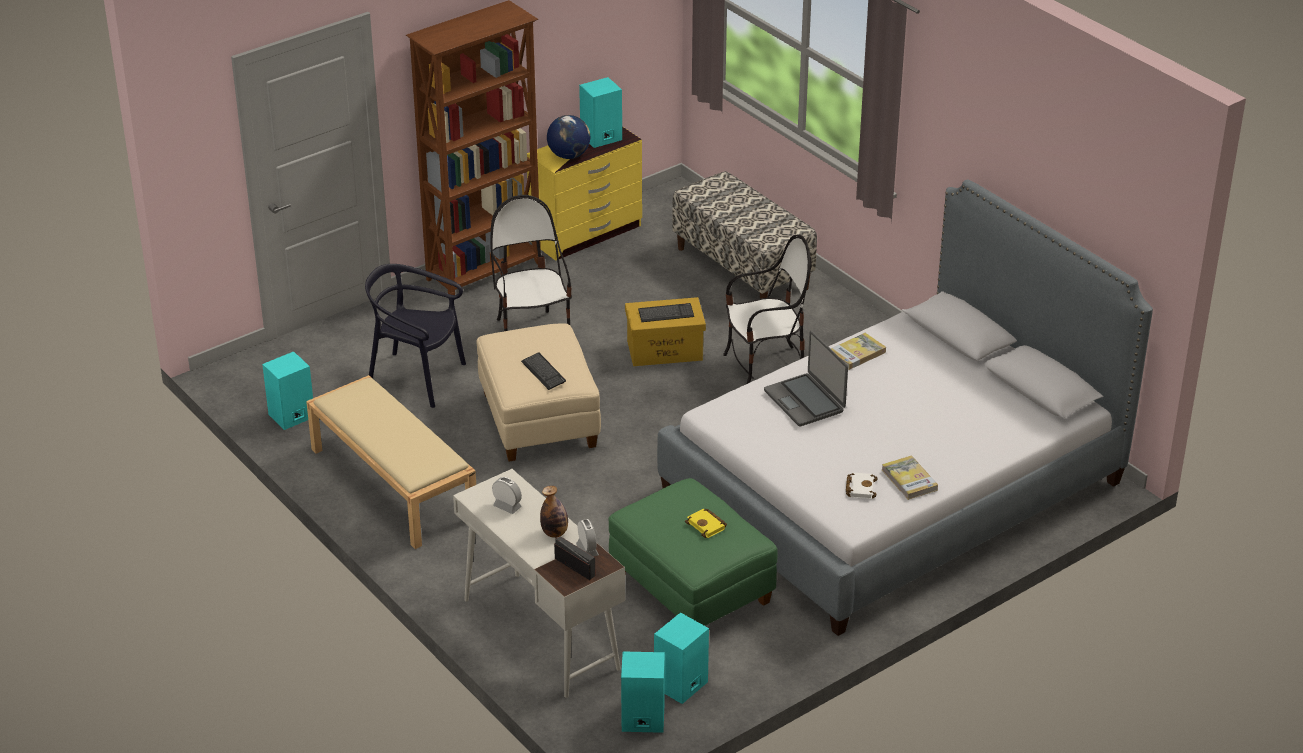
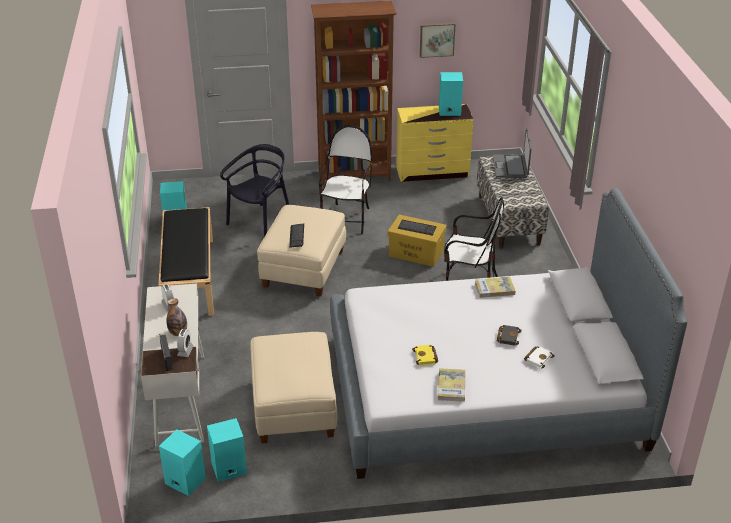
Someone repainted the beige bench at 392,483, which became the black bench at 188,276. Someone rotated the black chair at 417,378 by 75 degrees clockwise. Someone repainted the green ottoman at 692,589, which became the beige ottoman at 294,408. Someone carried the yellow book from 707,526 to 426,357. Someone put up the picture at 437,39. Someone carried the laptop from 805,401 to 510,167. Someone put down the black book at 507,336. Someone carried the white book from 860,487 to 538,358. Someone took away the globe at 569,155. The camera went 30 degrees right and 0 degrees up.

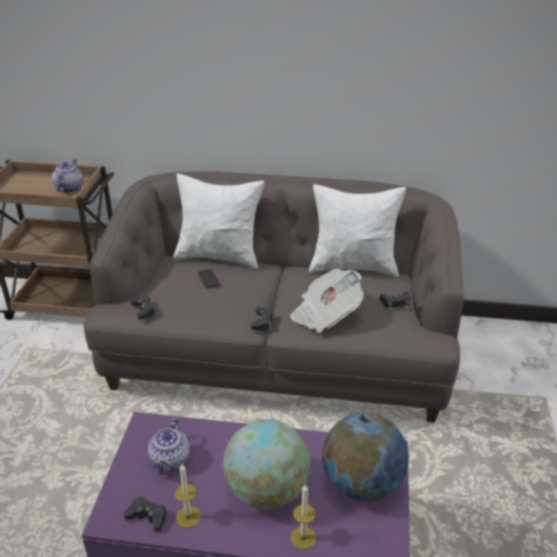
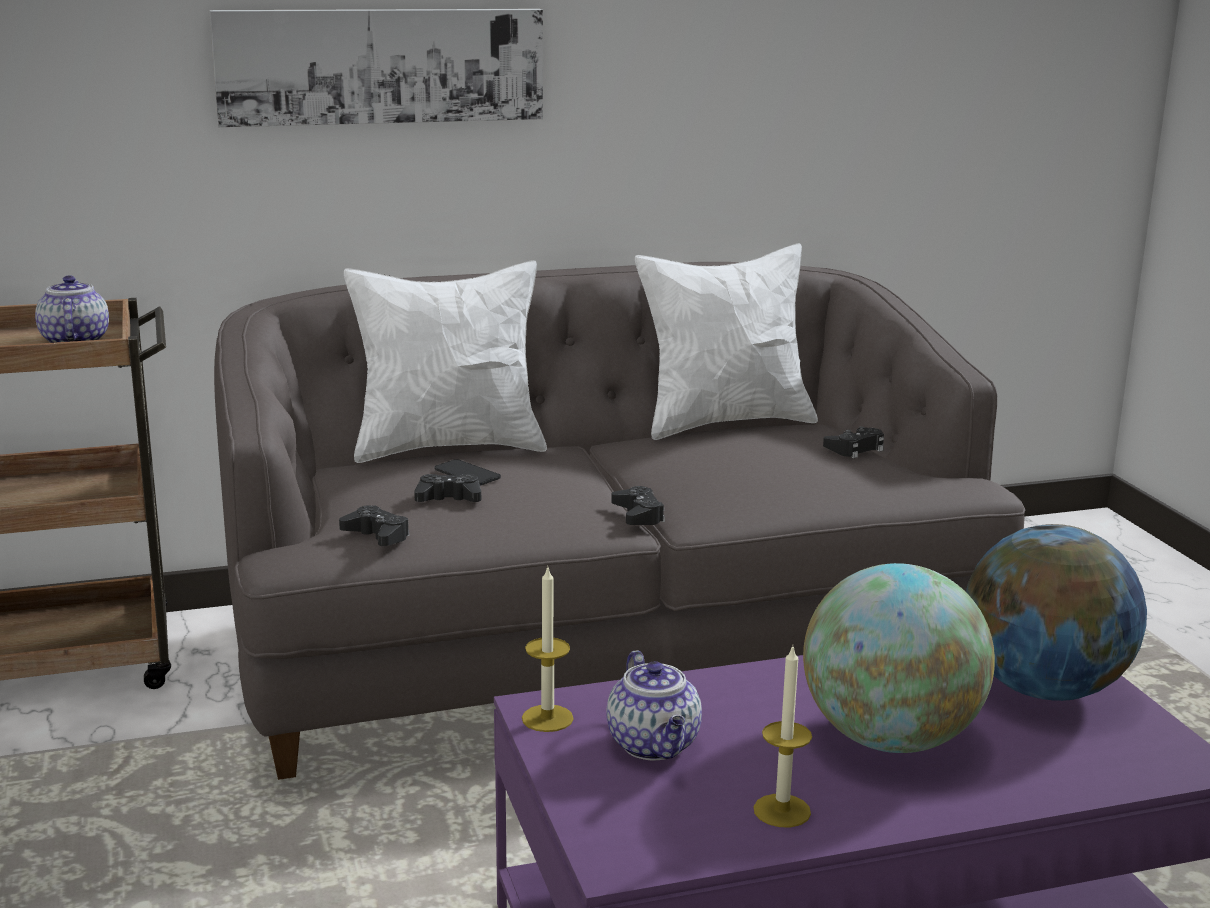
Someone put up the picture at 381,66. Someone carried the black game controller from 147,517 to 449,498. Someone carried the candle from 303,537 to 547,718. Someone took away the newspaper at 325,315. The camera went 25 degrees left and 15 degrees down.

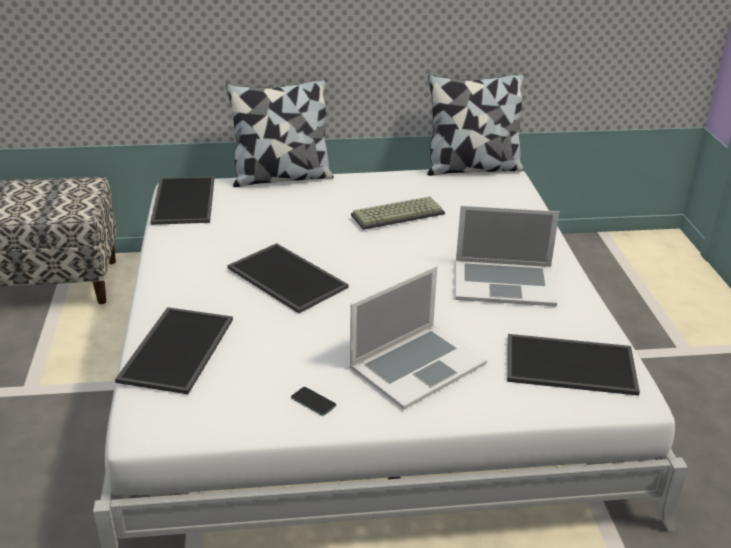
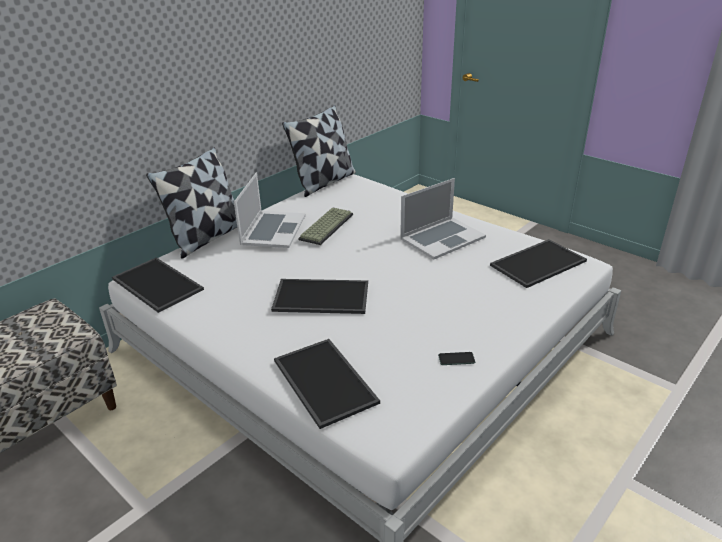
Someone carried the laptop from 417,365 to 273,229. The camera went 40 degrees left and 0 degrees up.

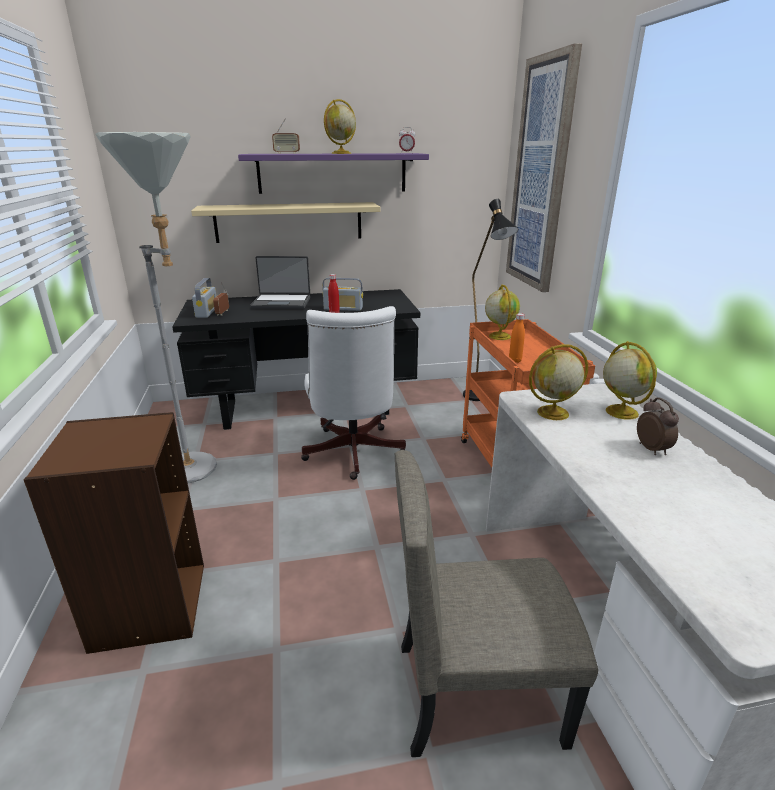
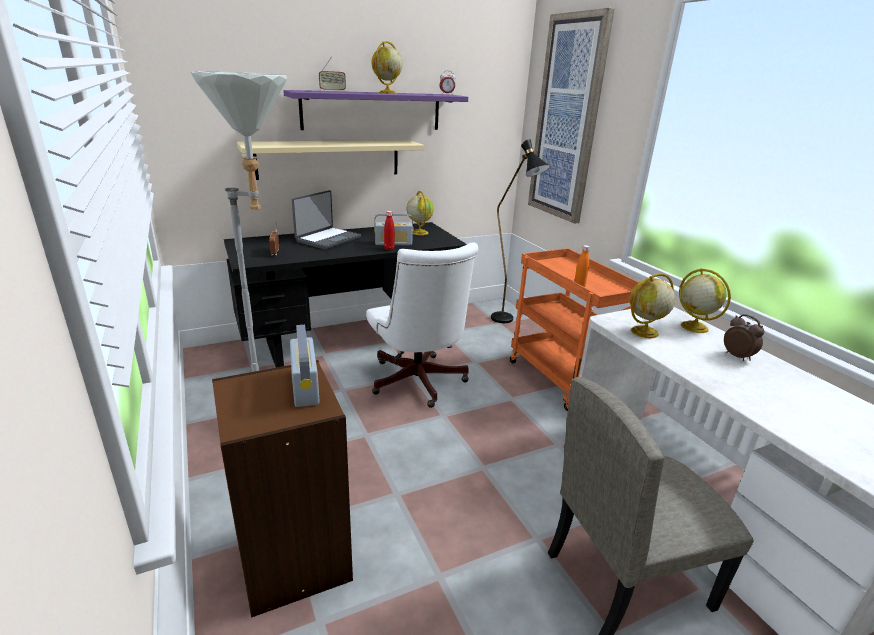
Someone carried the radio from 207,312 to 305,386. Someone rotated the laptop at 281,302 by 45 degrees counterclockwise. Someone carried the globe from 499,336 to 419,232. The camera went 15 degrees left and 0 degrees up.

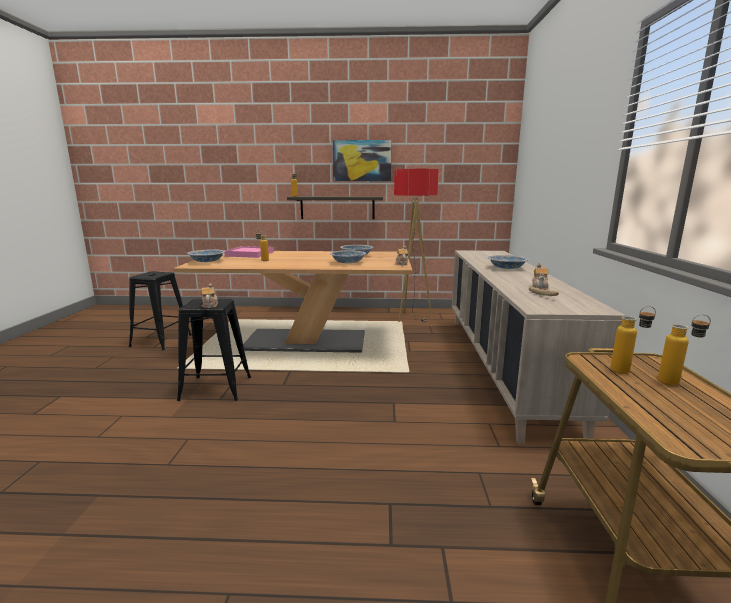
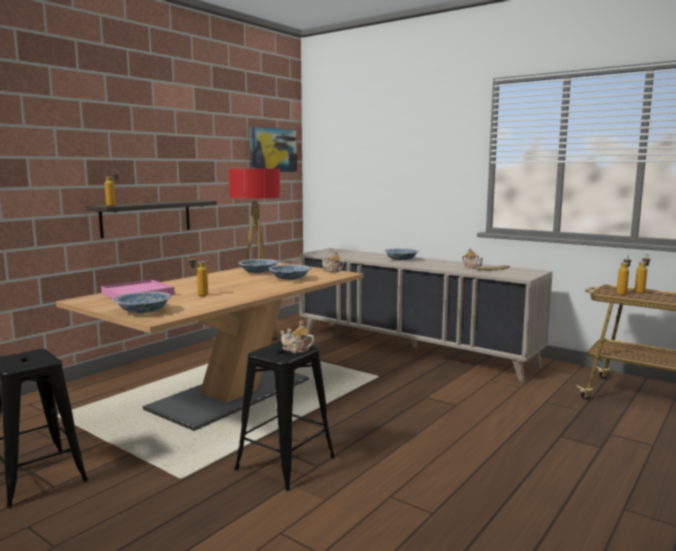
Someone carried the picture from 362,161 to 273,150. The camera went 55 degrees left and 5 degrees down.

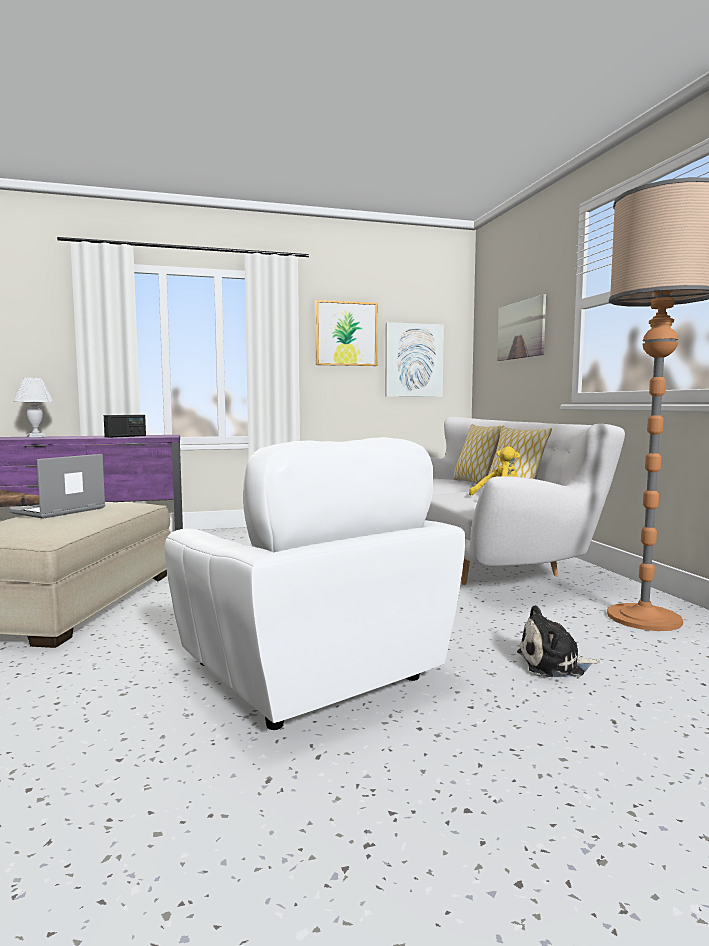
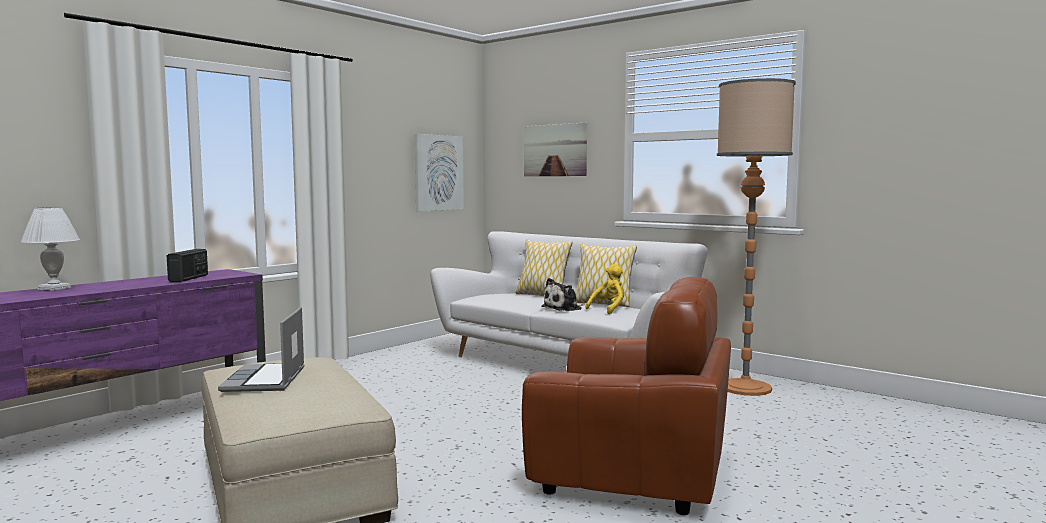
Someone repainted the white armchair at 309,672, which became the brown armchair at 632,476. Someone carried the plush toy from 554,664 to 564,308. Someone took away the picture at 346,334. The camera went 35 degrees left and 0 degrees up.

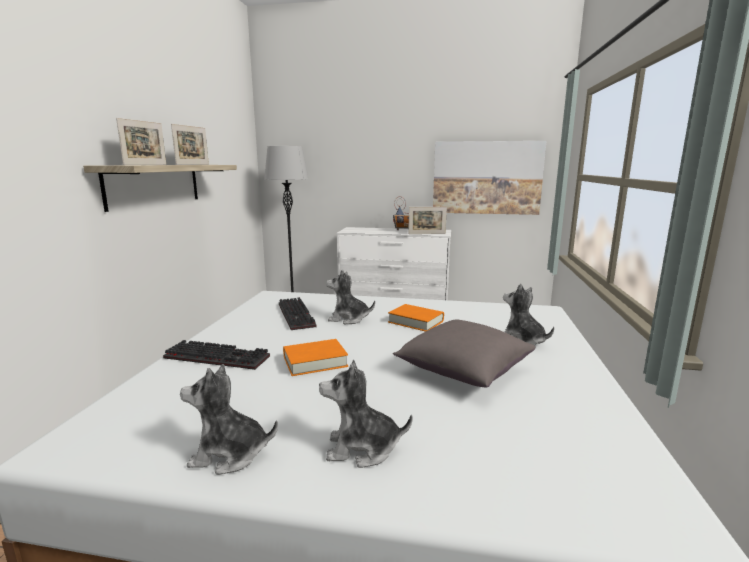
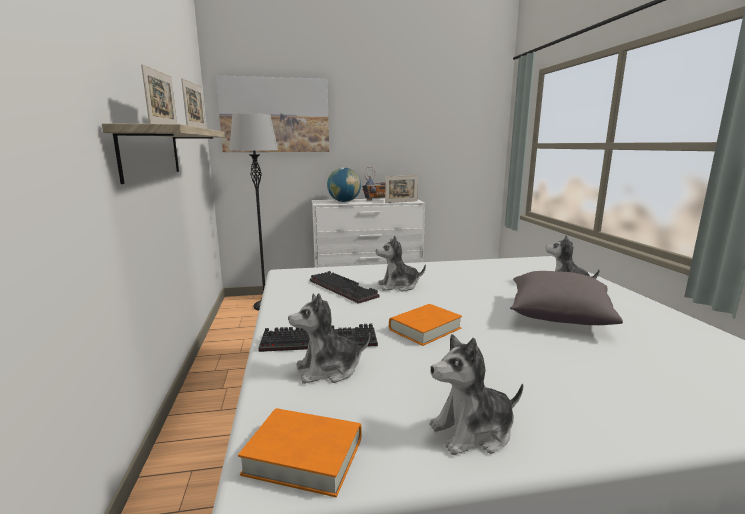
Someone carried the picture from 486,178 to 275,115. Someone carried the orange book from 416,321 to 304,456. Someone carried the plush toy from 362,448 to 329,370. Someone put down the globe at 344,201. The camera went 20 degrees left and 0 degrees up.

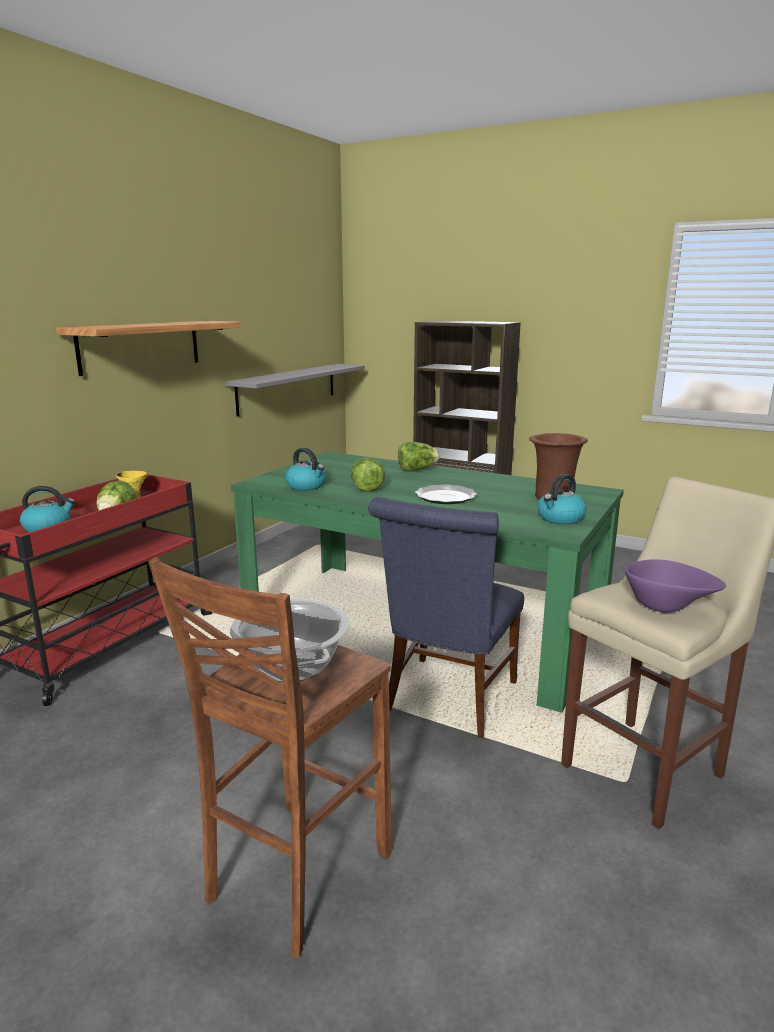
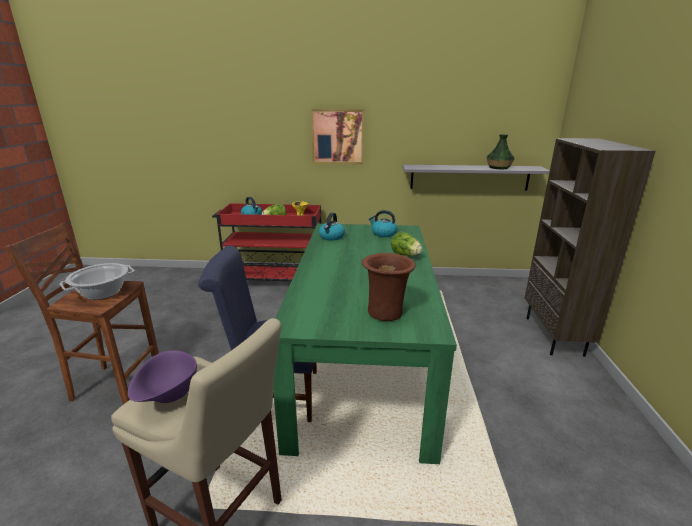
Someone swapped the shelf at 141,346 for the picture at 338,136. Someone carried the kettle from 560,518 to 383,234. Someone put down the vase at 499,168. Someone took away the lettuce at 366,488. Someone took away the plate at 445,497. The camera went 65 degrees right and 5 degrees up.

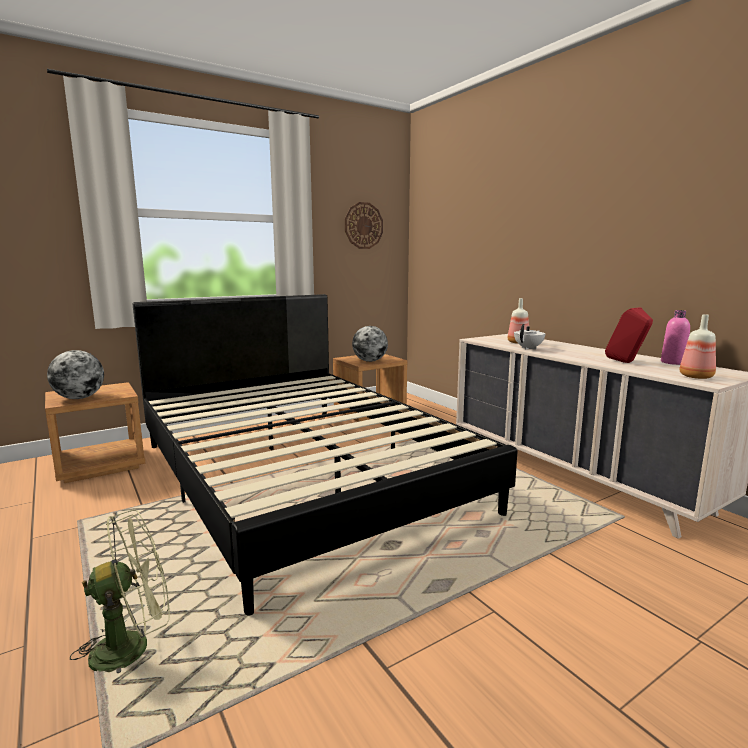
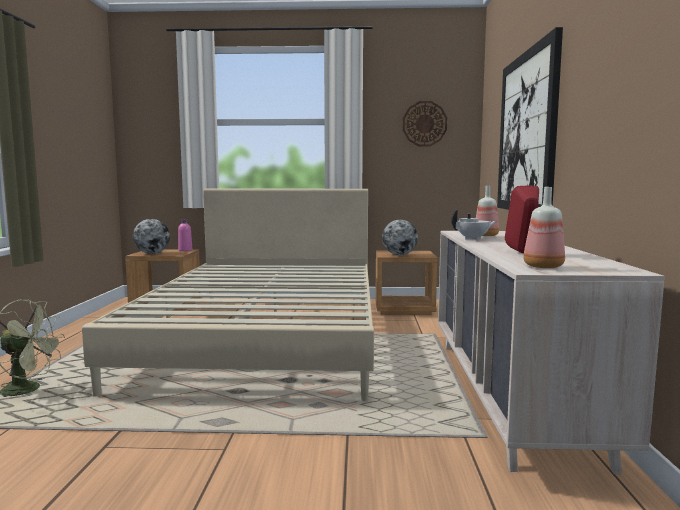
Someone repainted the black bed at 302,474, which became the beige bed at 267,337. Someone carried the pink bottle from 673,362 to 185,250. Someone put up the picture at 527,133. The camera went 35 degrees right and 5 degrees down.

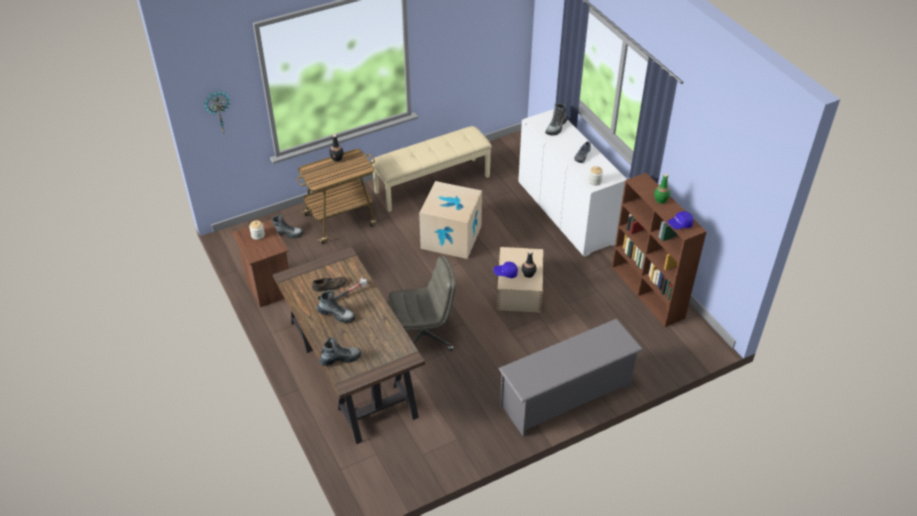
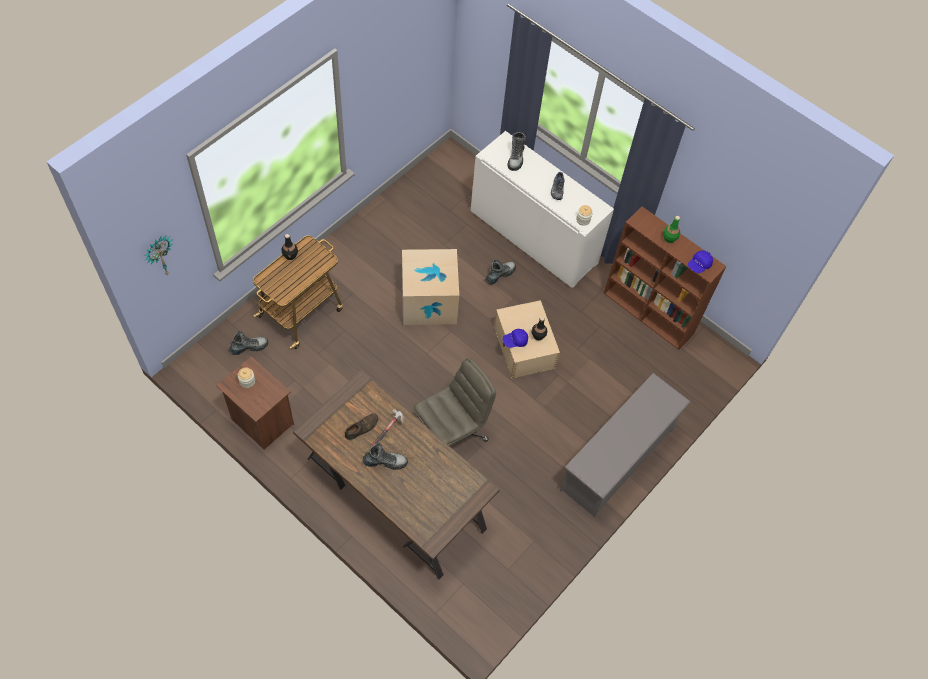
Someone carried the boot from 340,359 to 500,274. Someone took away the beige bench at 432,183. The camera went 25 degrees left and 15 degrees up.

